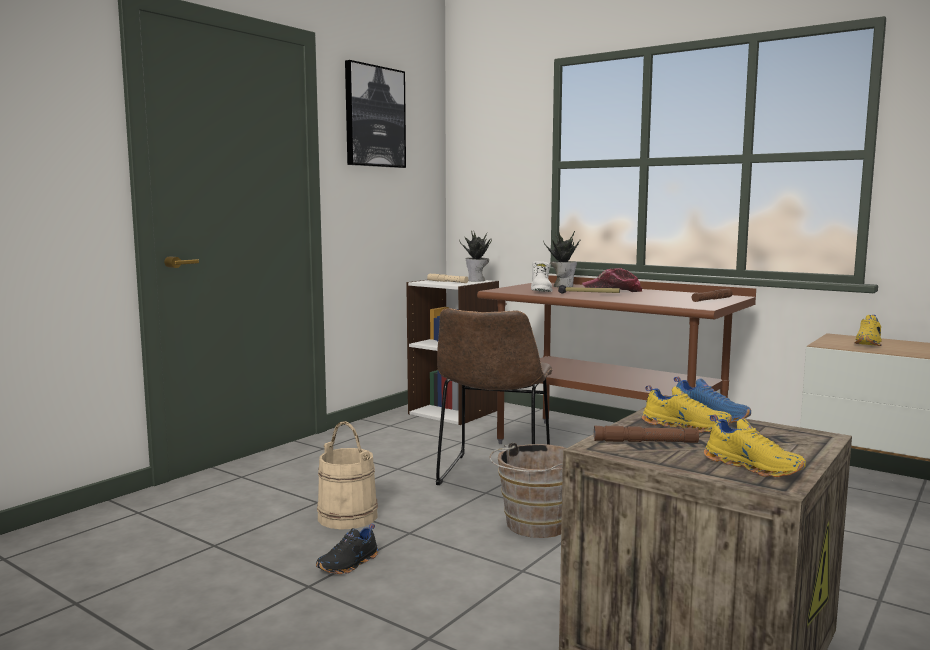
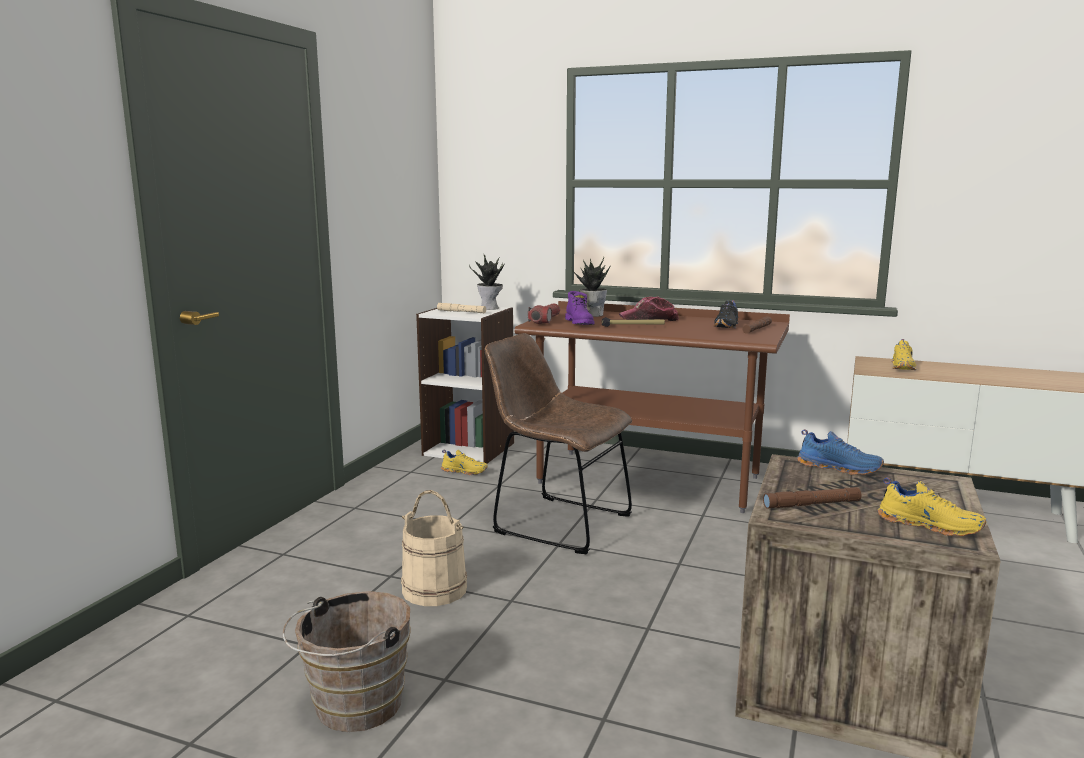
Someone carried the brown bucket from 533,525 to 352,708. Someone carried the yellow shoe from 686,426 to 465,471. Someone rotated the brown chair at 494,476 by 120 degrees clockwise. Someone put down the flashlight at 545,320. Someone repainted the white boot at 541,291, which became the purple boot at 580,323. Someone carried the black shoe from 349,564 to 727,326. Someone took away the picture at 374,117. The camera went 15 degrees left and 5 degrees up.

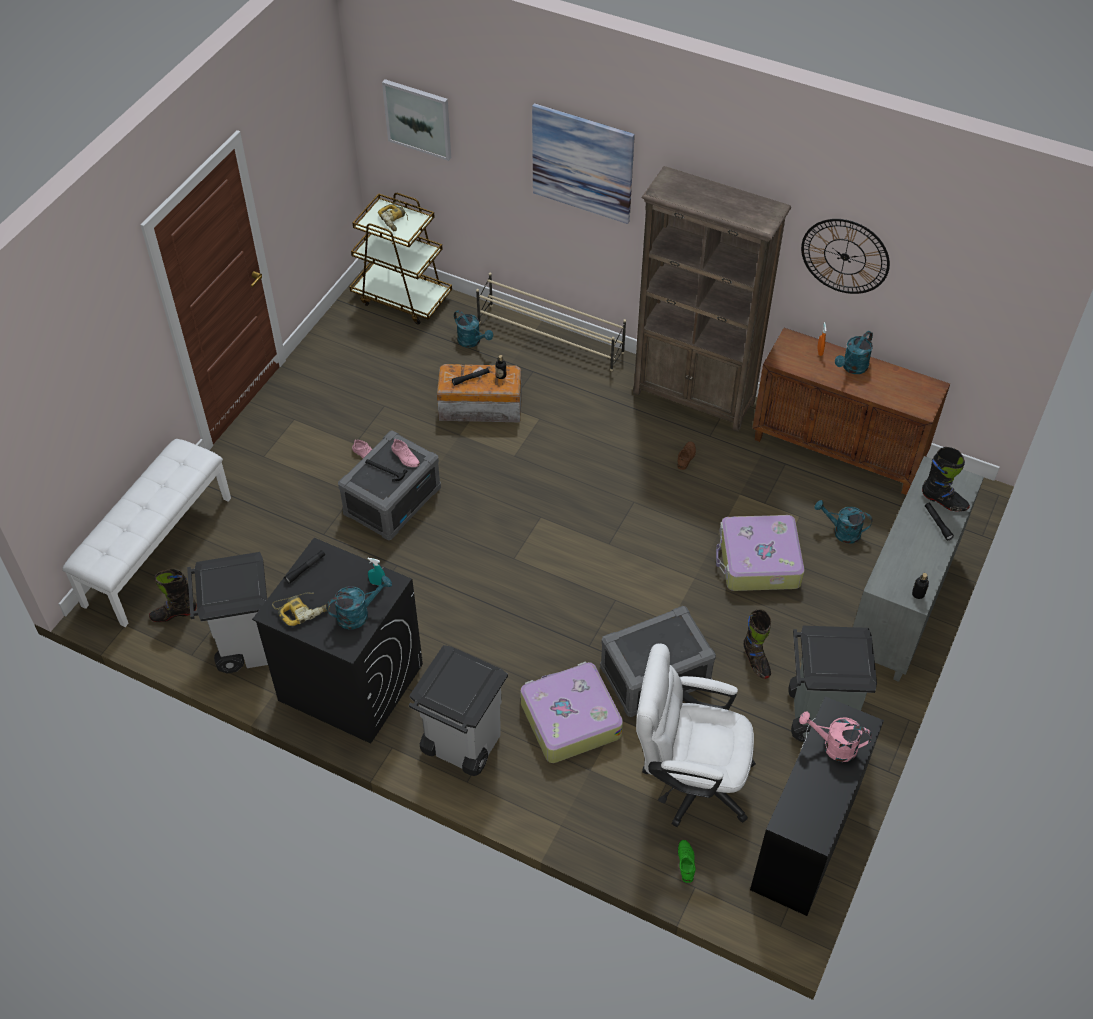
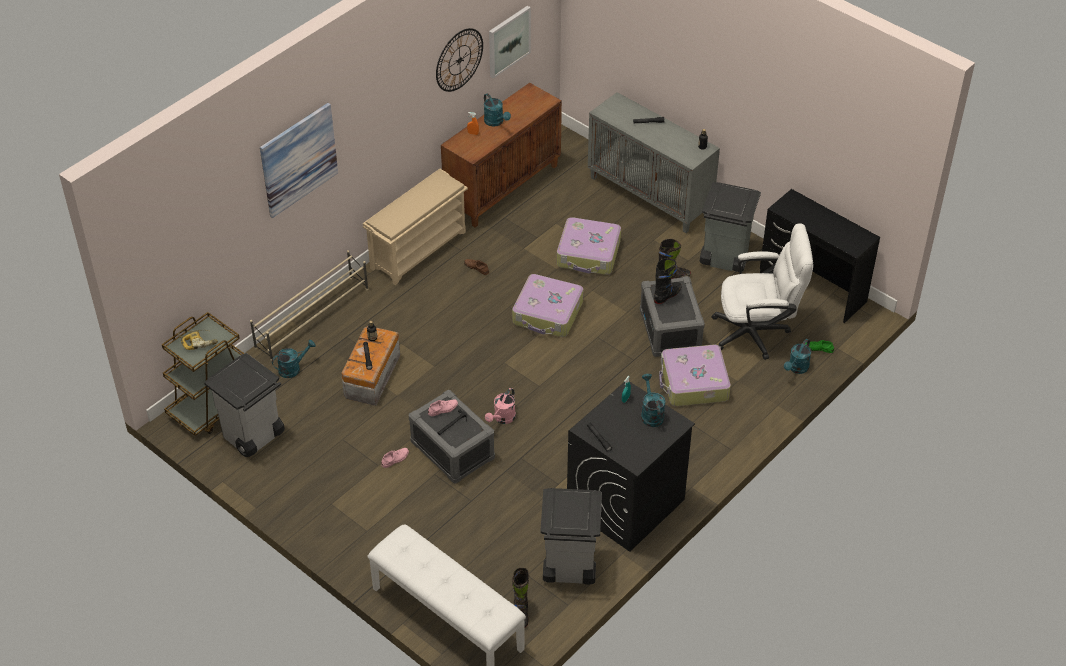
Someone carried the grey trash can from 461,744 to 253,437. Someone swapped the brown bookcase at 694,398 for the beige shoe rack at 418,249. Someone carried the pink watering can from 833,746 to 502,419. Someone carried the picture from 418,119 to 508,41. Someone put down the suitcase at 548,313. Someone carried the black boot from 943,501 to 667,295. Someone rotated the white office chair at 688,779 by 120 degrees counterclockwise. Someone carried the turquoise watering can from 841,532 to 796,369. Someone took away the power drill at 302,610. The camera went 75 degrees left and 5 degrees down.

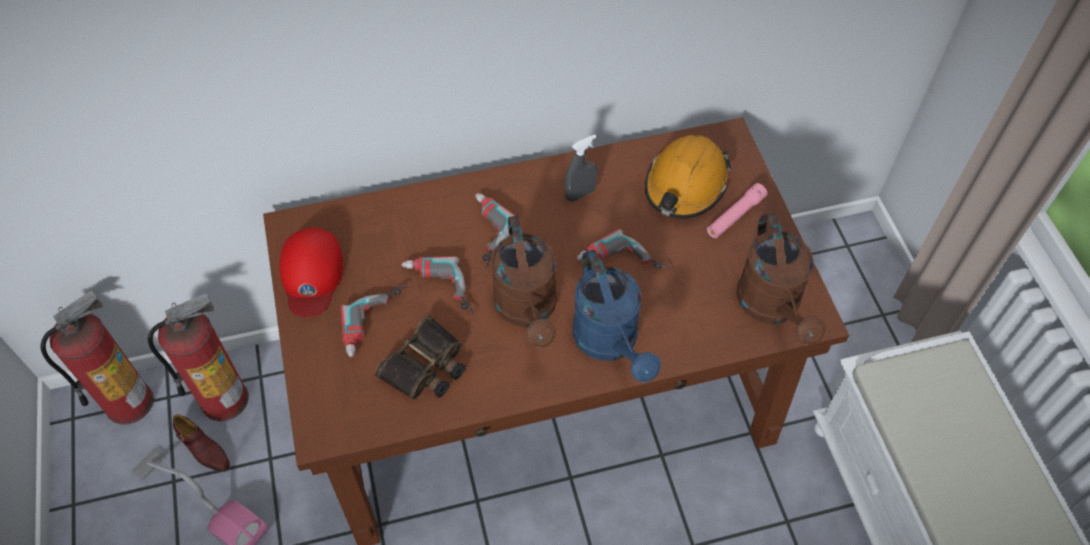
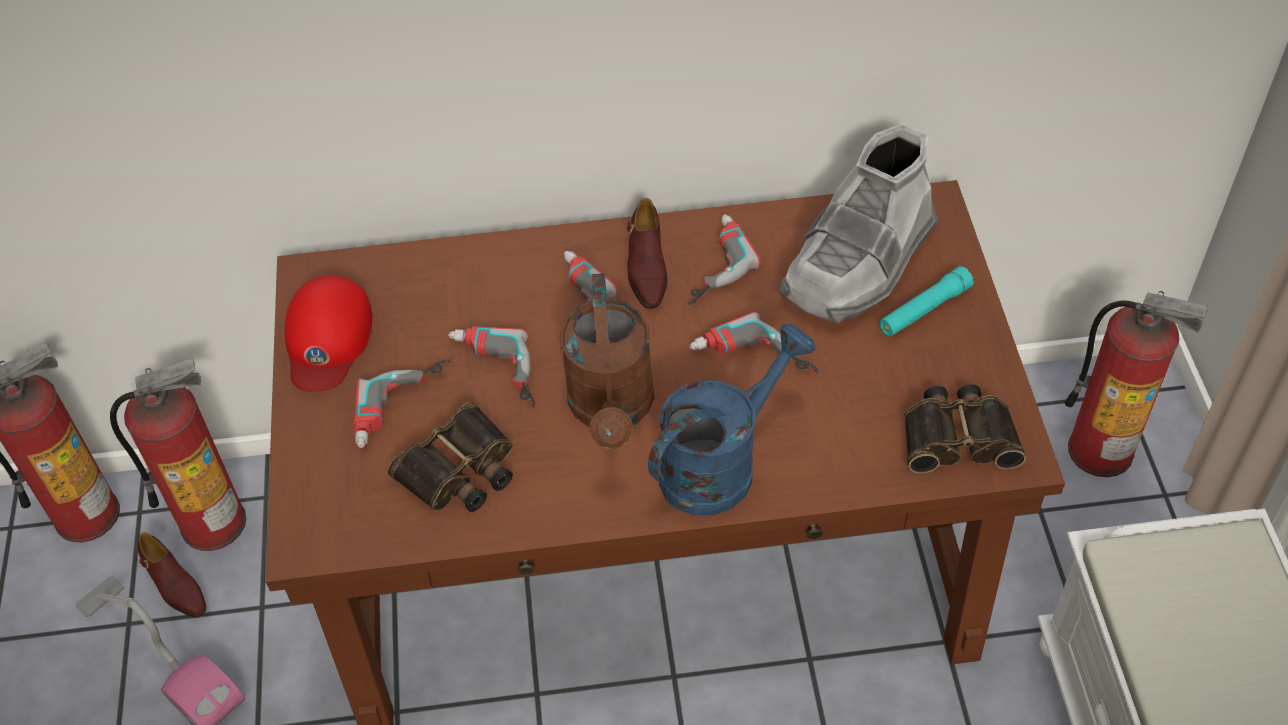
Someone put down the brown shoe at 646,268. Someone rotated the blue watering can at 611,343 by 120 degrees counterclockwise. Someone swapped the grey spray bottle at 580,194 for the power drill at 710,264. Someone swapped the orange hard hat at 685,186 for the grey boot at 859,264. Someone repainted the pink flashlight at 735,216, which became the turquoise flashlight at 924,310. Someone swapped the brown watering can at 772,308 for the binoculars at 958,436. Someone put down the fire extinguisher at 1101,450. The camera went 10 degrees right and 5 degrees down.

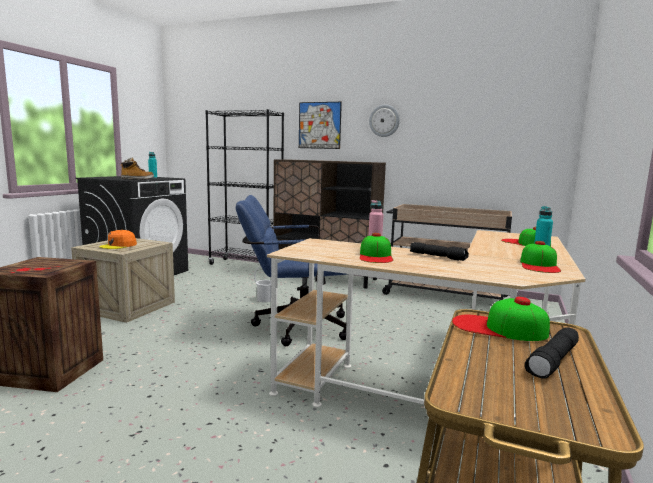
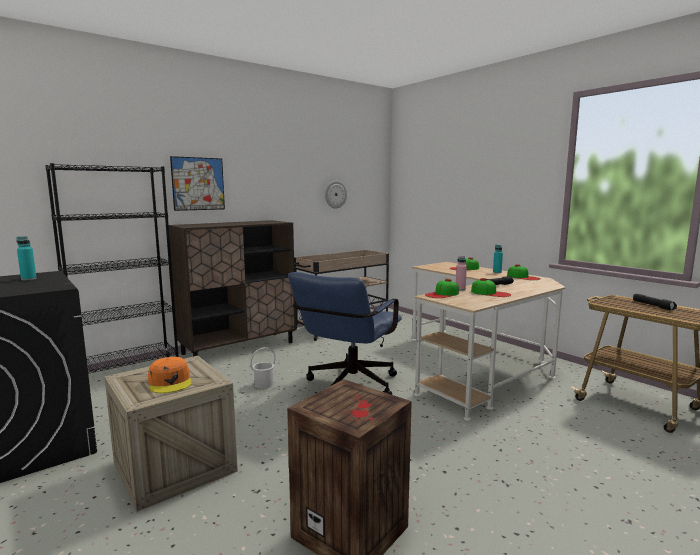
Someone carried the wall clock from 384,121 to 335,194. Someone carried the cap from 498,327 to 442,294. Someone took away the boot at 137,179. The camera went 60 degrees left and 0 degrees up.

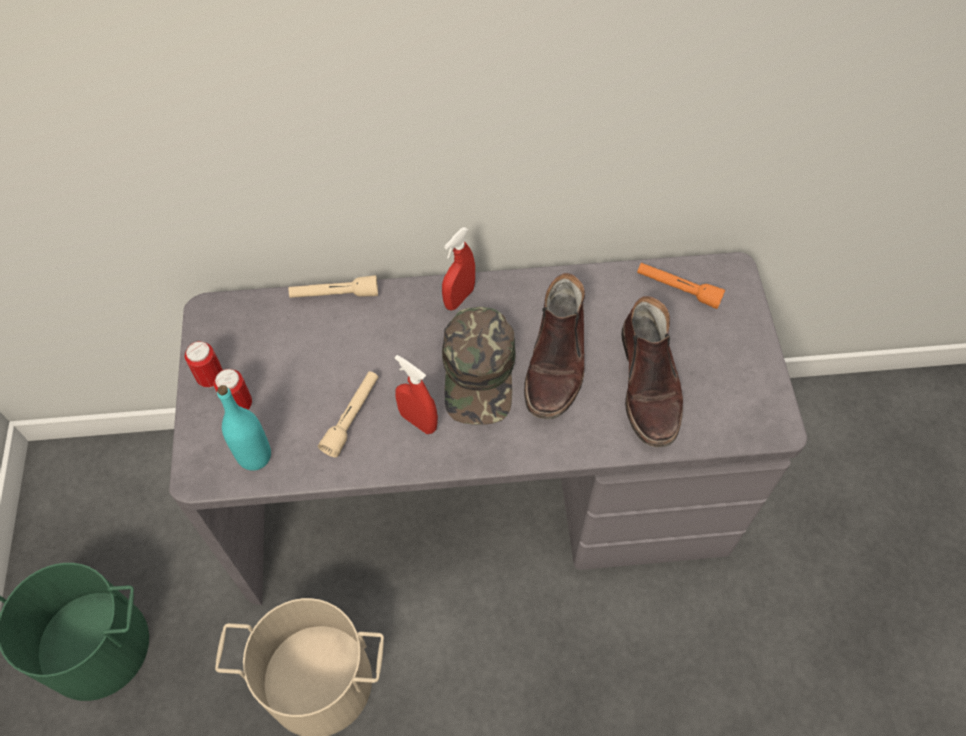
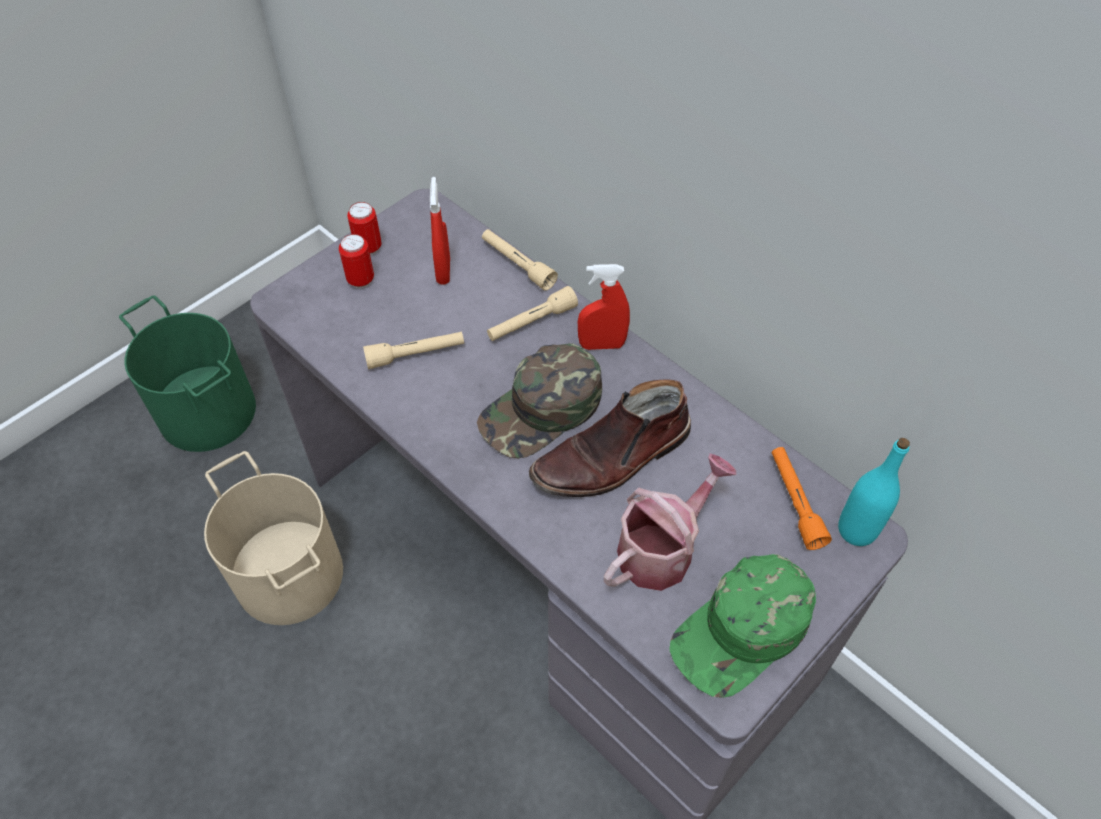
Someone carried the red spray bottle from 418,421 to 443,271. Someone put down the beige flashlight at 531,322. Someone swapped the brown boot at 649,384 for the watering can at 662,548. Someone put down the green cap at 742,632. Someone carried the turquoise bottle from 254,456 to 856,530. The camera went 50 degrees right and 5 degrees down.

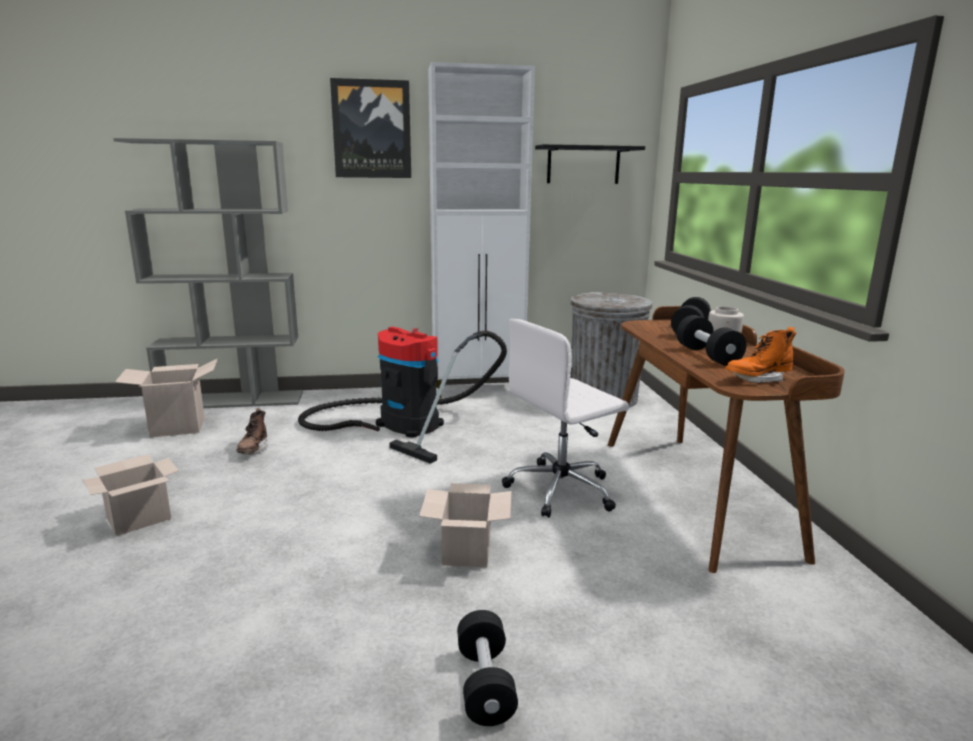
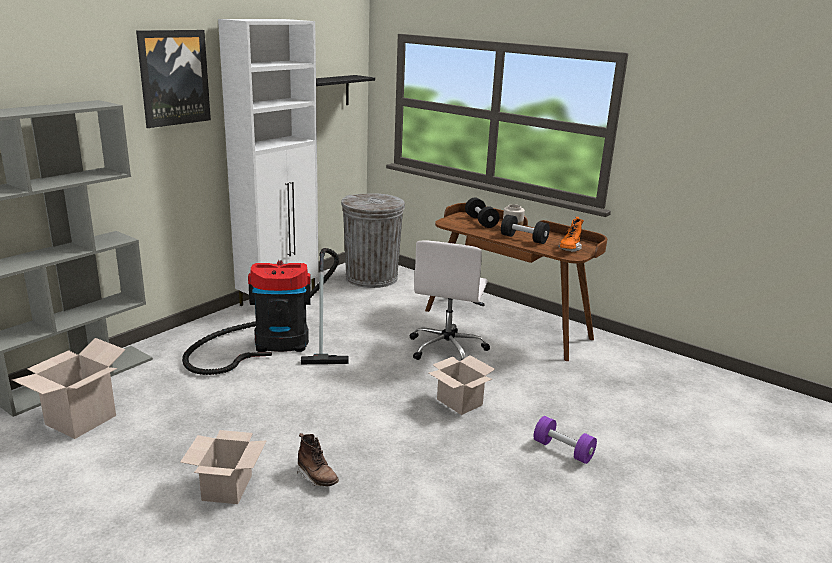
Someone carried the brown boot from 253,450 to 317,478. Someone repainted the black dumbbell at 485,684, which became the purple dumbbell at 563,450. The camera went 45 degrees left and 5 degrees up.

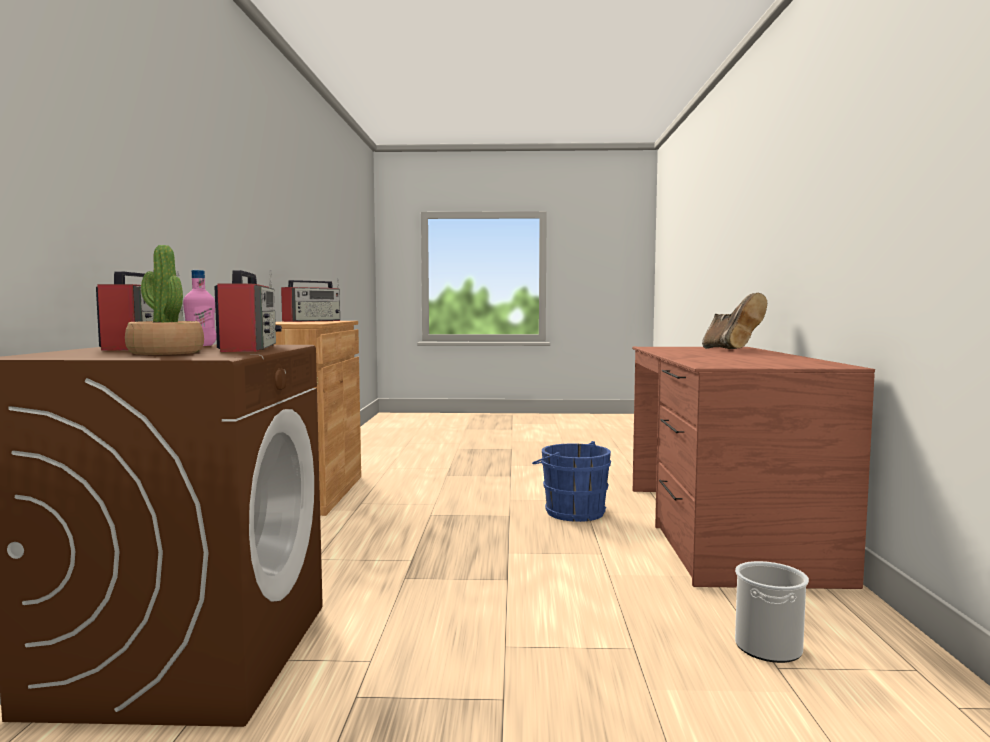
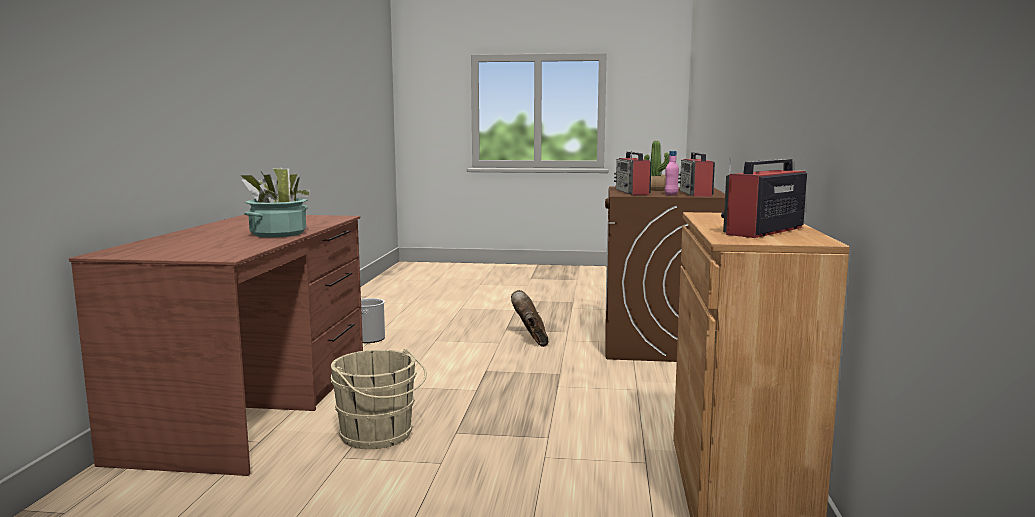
Someone put down the potted plant at 278,233. Someone repainted the blue bucket at 571,511, which became the beige bucket at 379,436. Someone carried the brown boot from 730,350 to 531,339. The camera went 175 degrees left and 5 degrees up.

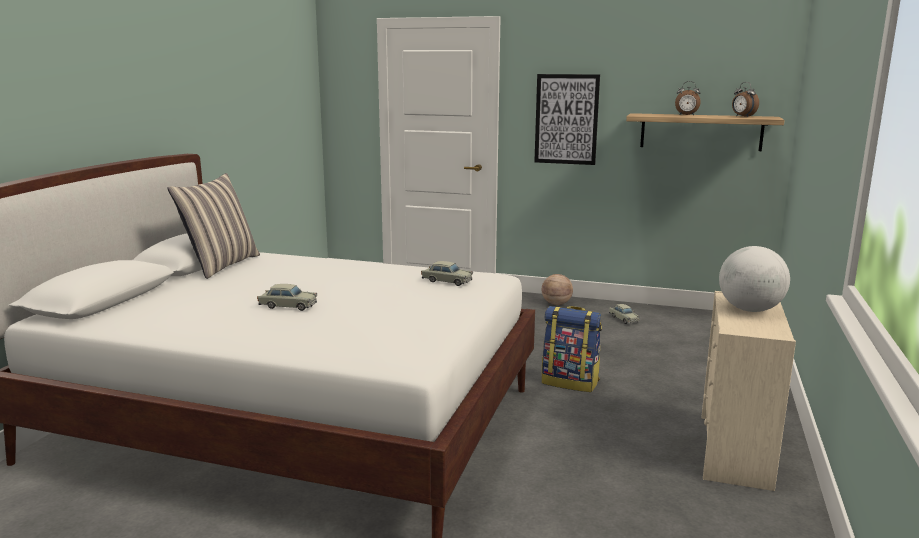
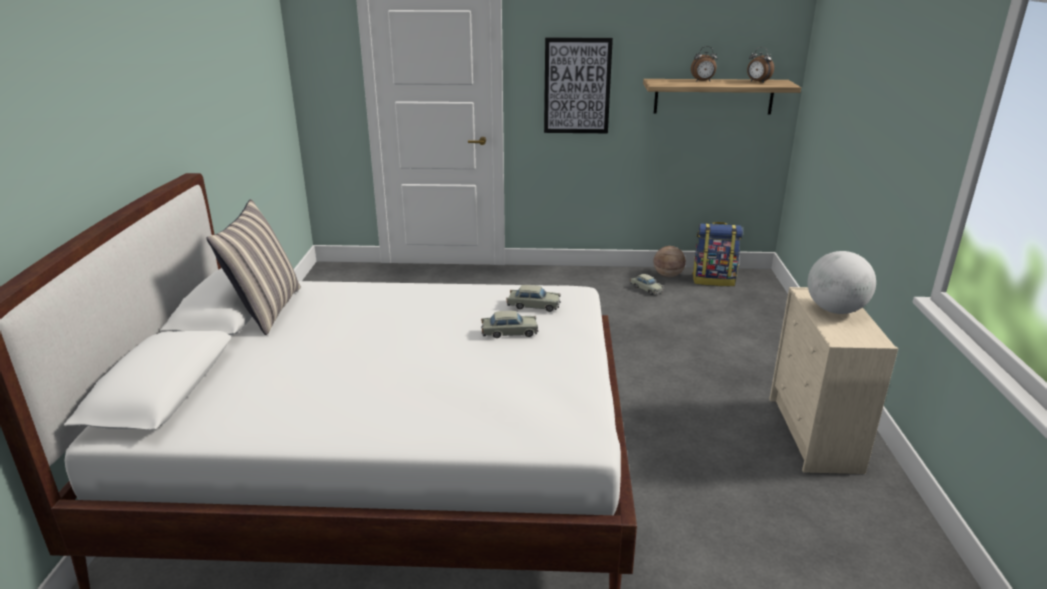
Someone carried the beige toy car from 288,306 to 509,332. Someone carried the basketball from 556,304 to 668,275. Someone carried the backpack from 570,382 to 714,280. The camera went 15 degrees left and 10 degrees up.

